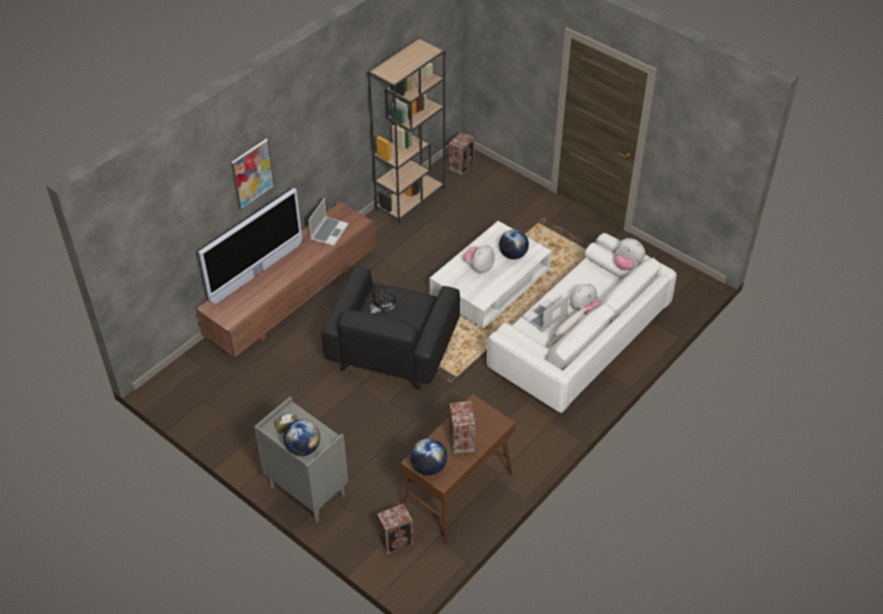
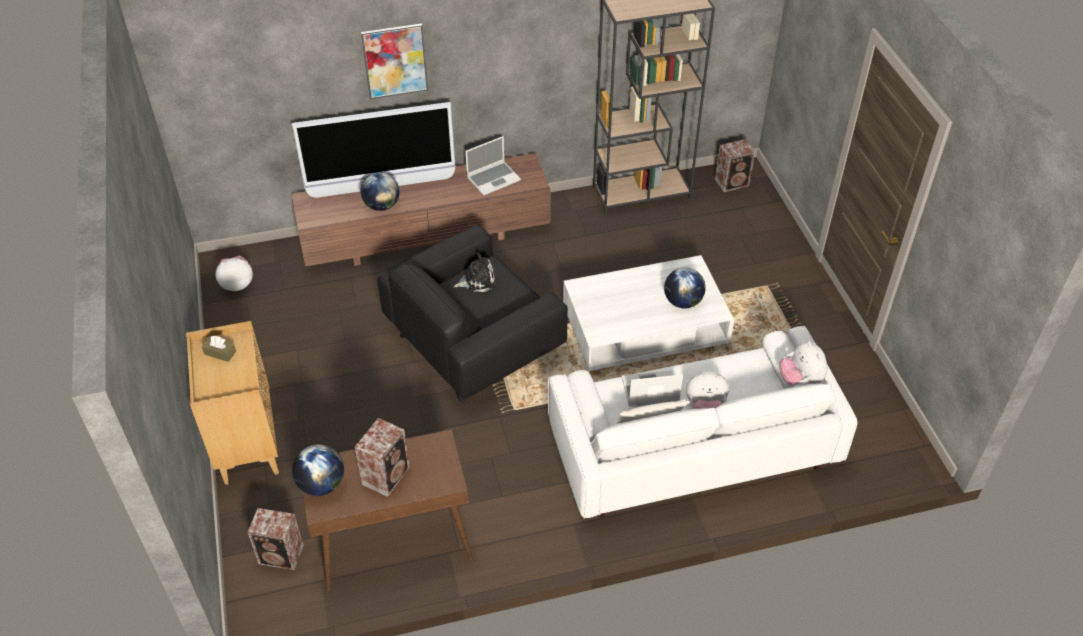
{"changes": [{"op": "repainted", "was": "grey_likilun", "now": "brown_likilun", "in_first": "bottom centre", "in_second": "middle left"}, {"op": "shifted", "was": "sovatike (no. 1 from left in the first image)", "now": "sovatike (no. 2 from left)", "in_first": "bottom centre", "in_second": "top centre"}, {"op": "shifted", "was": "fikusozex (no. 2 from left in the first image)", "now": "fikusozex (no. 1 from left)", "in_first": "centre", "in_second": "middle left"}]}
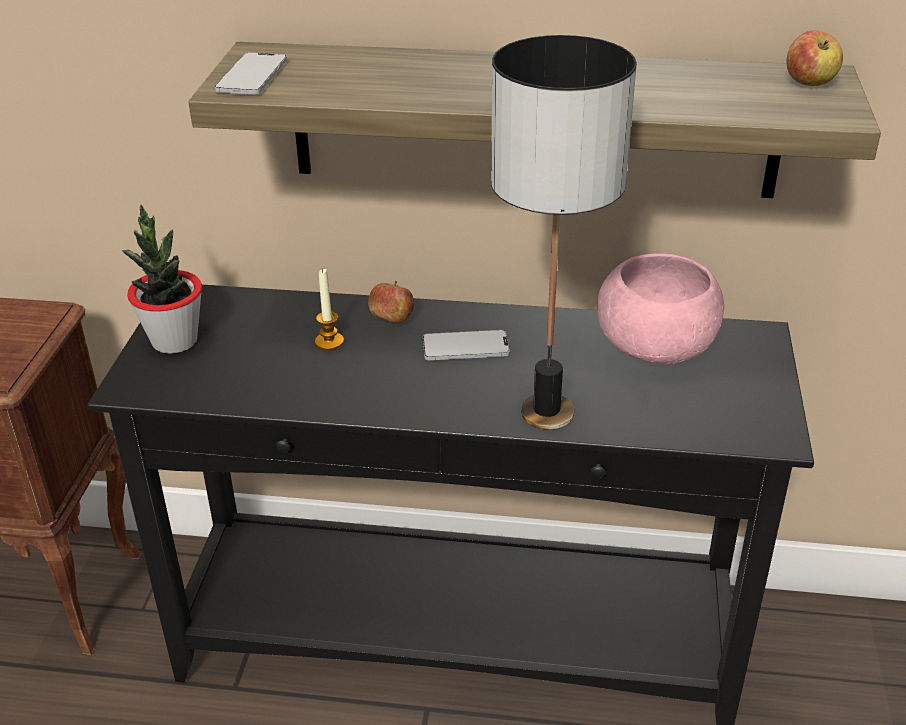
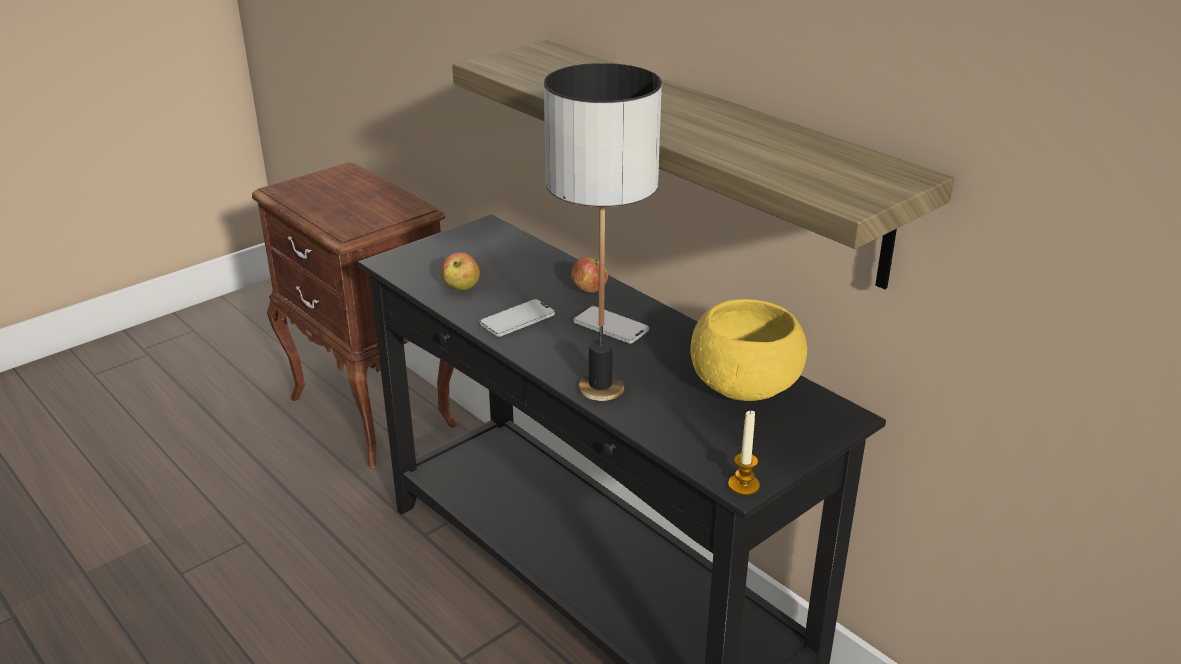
{"changes": [{"op": "gone", "was": "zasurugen", "in_first": "middle left"}, {"op": "shifted", "was": "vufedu (no. 1 from left)", "in_first": "top left", "in_second": "centre"}, {"op": "shifted", "was": "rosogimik", "in_first": "centre", "in_second": "bottom centre"}, {"op": "repainted", "was": "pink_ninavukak", "now": "yellow_ninavukak", "in_first": "middle right", "in_second": "centre"}, {"op": "shifted", "was": "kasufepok (no. 2 from left in the first image)", "now": "kasufepok (no. 1 from left)", "in_first": "top right", "in_second": "centre"}]}
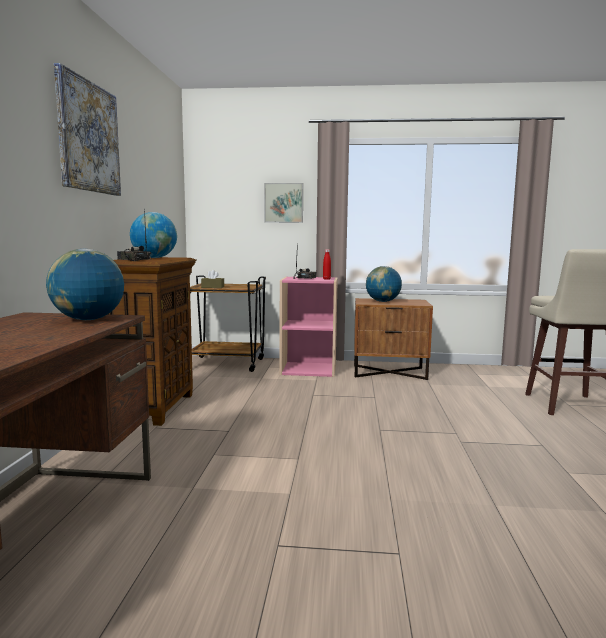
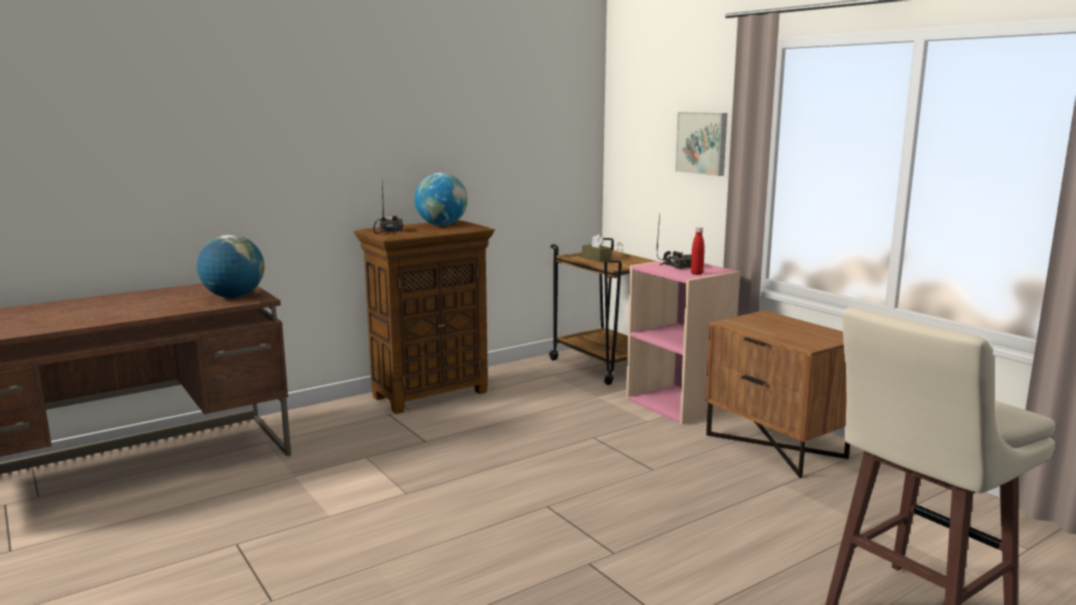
{"changes": [{"op": "gone", "was": "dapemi (no. 1 from left)", "in_first": "top left"}, {"op": "gone", "was": "sovatike (no. 3 from left)", "in_first": "centre"}]}
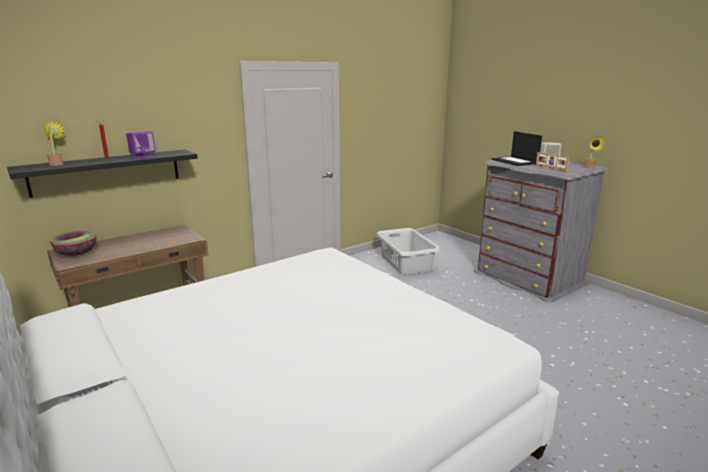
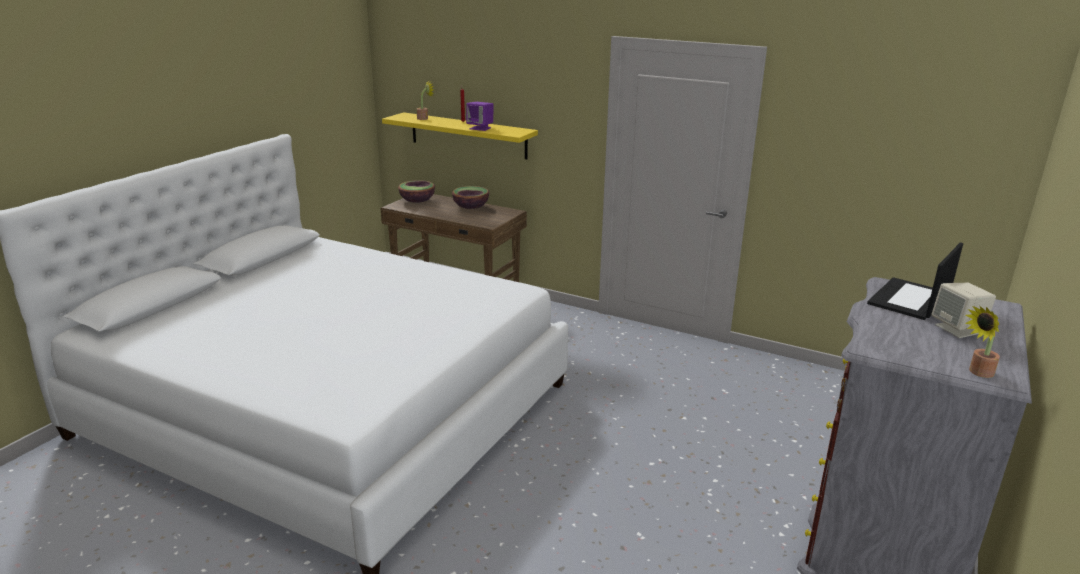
{"changes": [{"op": "repainted", "was": "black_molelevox", "now": "yellow_molelevox", "in_first": "middle left", "in_second": "top centre"}, {"op": "gone", "was": "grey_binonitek", "in_first": "centre"}, {"op": "gone", "was": "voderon", "in_first": "middle right"}, {"op": "new", "now": "ninavukak (no. 2 from left)", "in_second": "centre"}]}
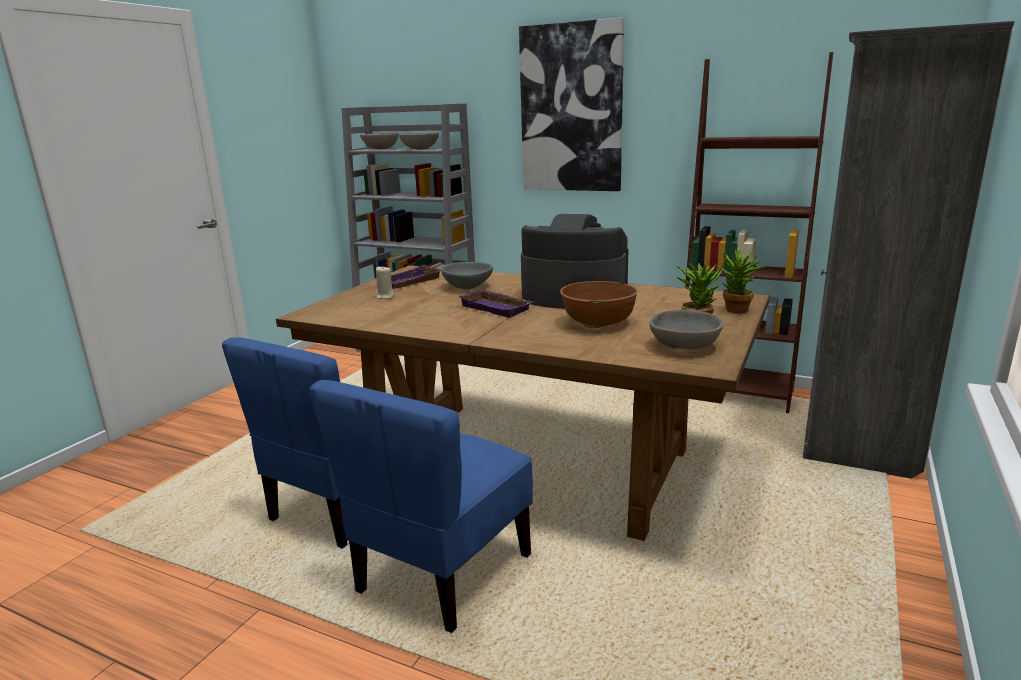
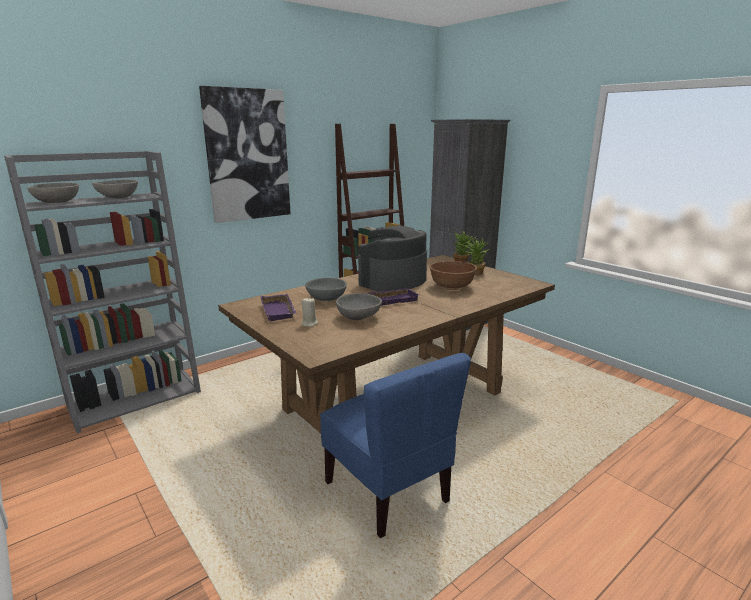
{"changes": [{"op": "gone", "was": "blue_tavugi (no. 2 from left)", "in_first": "bottom centre"}, {"op": "shifted", "was": "grey_ninavukak (no. 4 from left)", "in_first": "middle right", "in_second": "centre"}]}
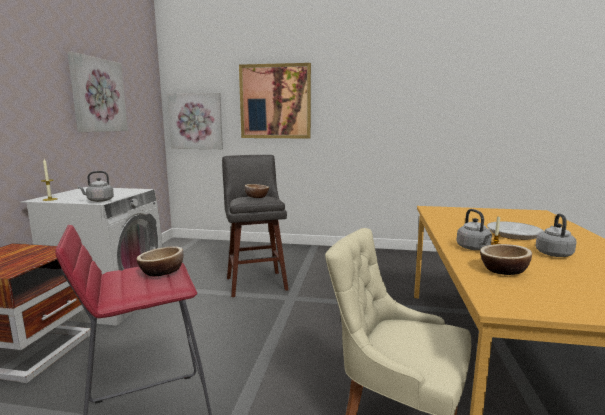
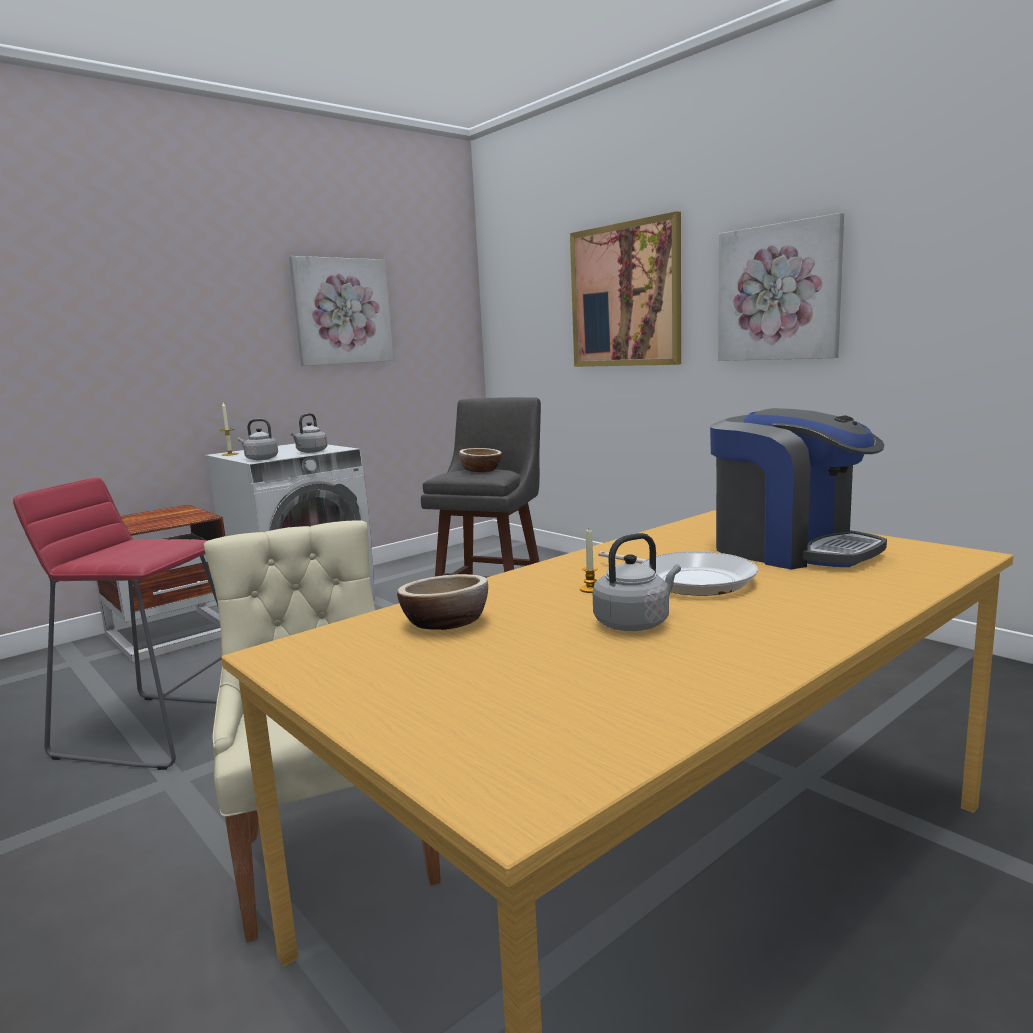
{"changes": [{"op": "gone", "was": "ninavukak (no. 1 from left)", "in_first": "middle left"}, {"op": "shifted", "was": "dapemi (no. 2 from left in the first image)", "now": "dapemi (no. 3 from left)", "in_first": "top left", "in_second": "top right"}, {"op": "shifted", "was": "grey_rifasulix (no. 2 from left)", "in_first": "middle right", "in_second": "middle left"}, {"op": "new", "now": "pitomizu", "in_second": "middle right"}]}
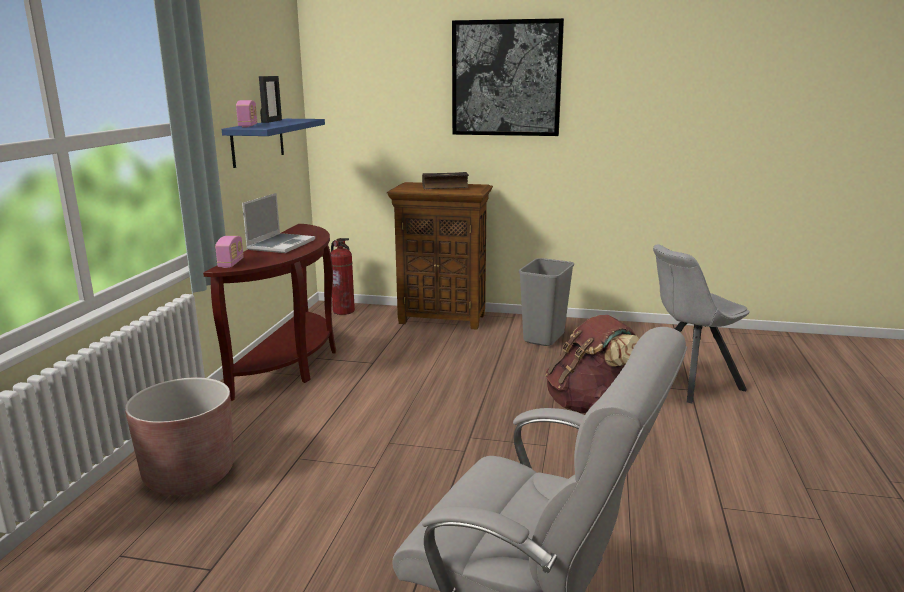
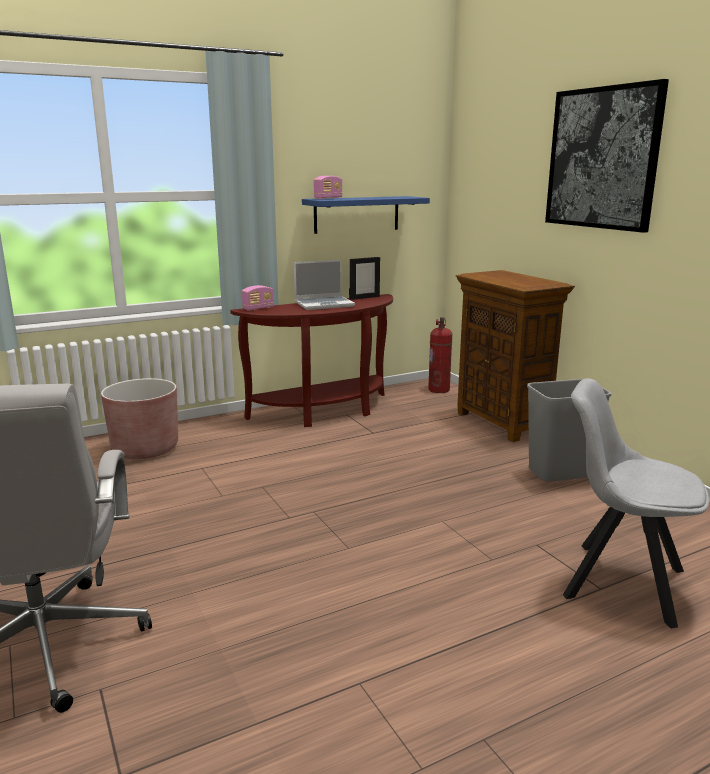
{"changes": [{"op": "shifted", "was": "voderon", "in_first": "top left", "in_second": "centre"}, {"op": "gone", "was": "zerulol", "in_first": "top centre"}, {"op": "gone", "was": "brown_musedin", "in_first": "centre"}]}
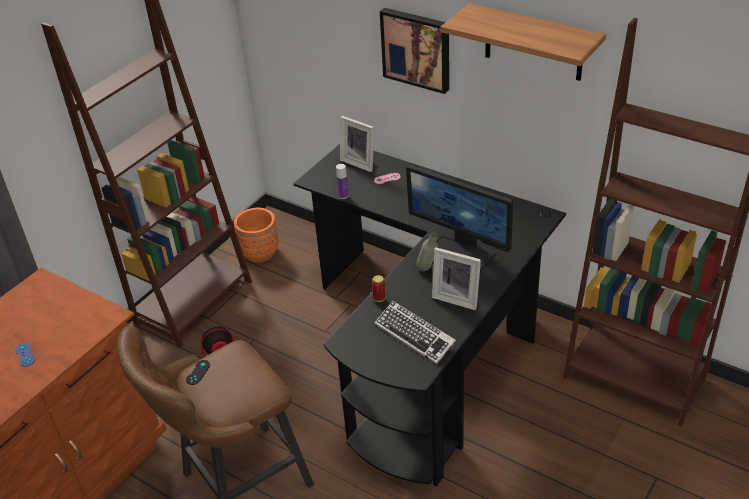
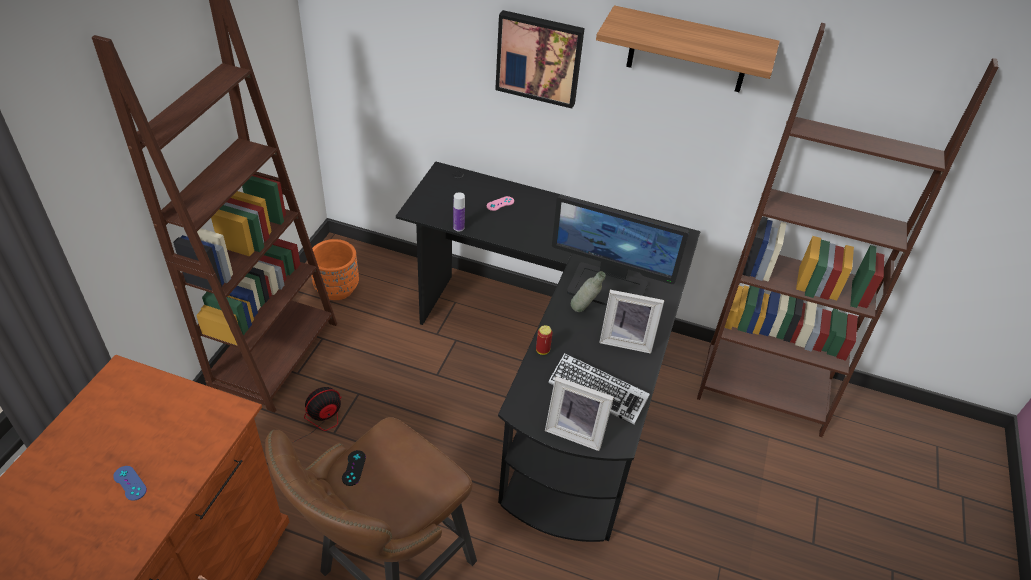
{"changes": [{"op": "shifted", "was": "voderon (no. 1 from left)", "in_first": "top centre", "in_second": "bottom centre"}]}
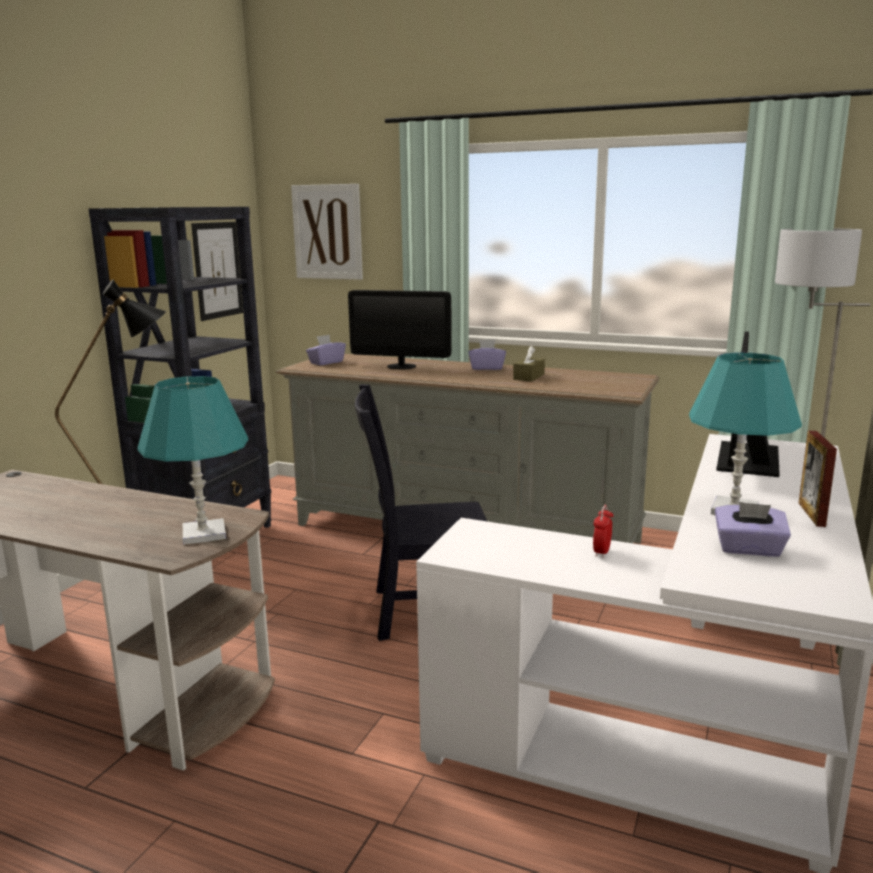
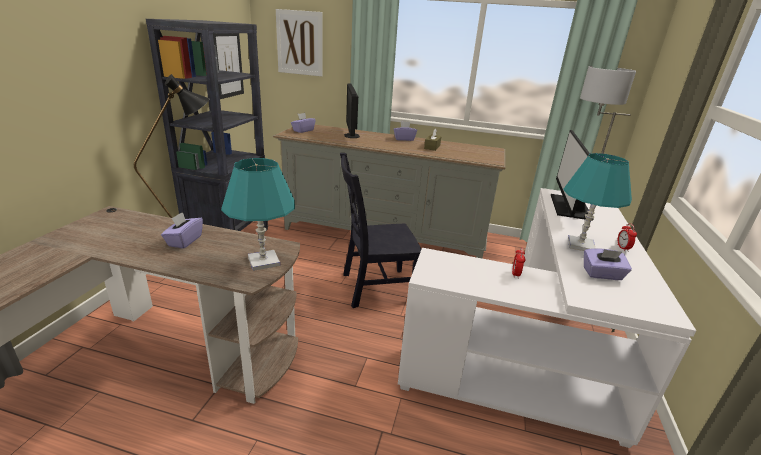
{"changes": [{"op": "rotated", "was": "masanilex (no. 1 from left)", "in_first": "centre", "in_second": "top centre", "clockwise": 75}, {"op": "swapped", "was": "voderon", "now": "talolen (no. 2 from left)", "in_first": "middle right", "in_second": "middle right"}, {"op": "new", "now": "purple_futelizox (no. 1 from left)", "in_second": "middle left"}]}
